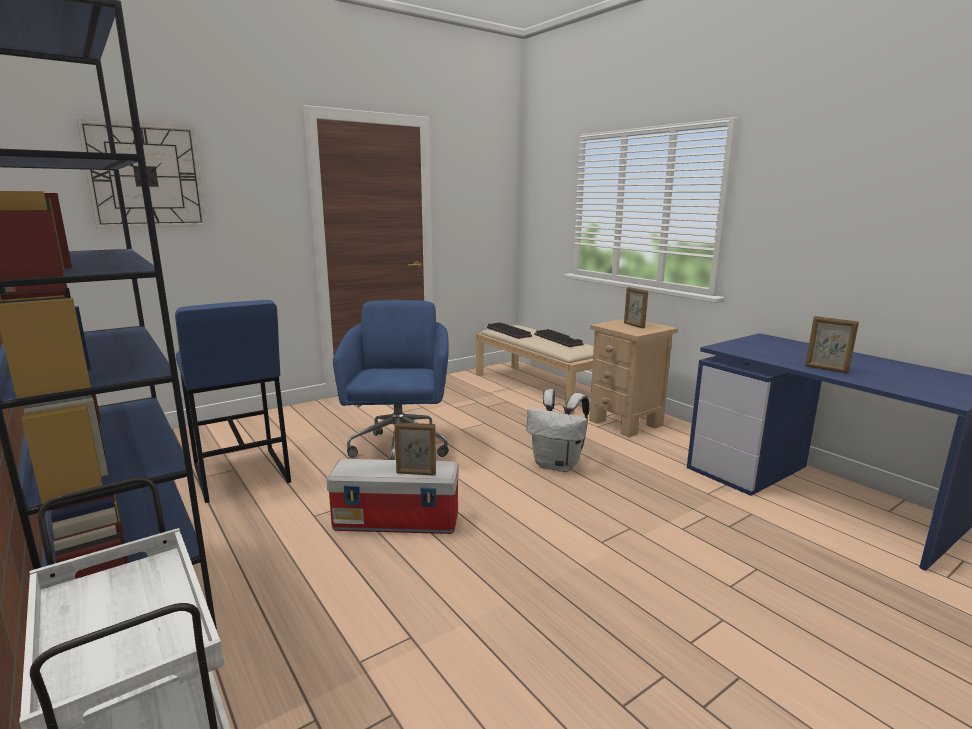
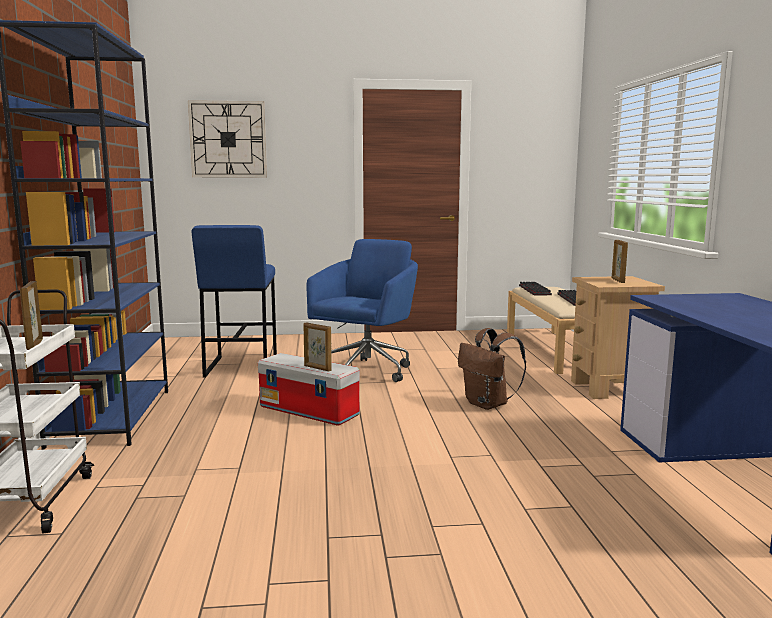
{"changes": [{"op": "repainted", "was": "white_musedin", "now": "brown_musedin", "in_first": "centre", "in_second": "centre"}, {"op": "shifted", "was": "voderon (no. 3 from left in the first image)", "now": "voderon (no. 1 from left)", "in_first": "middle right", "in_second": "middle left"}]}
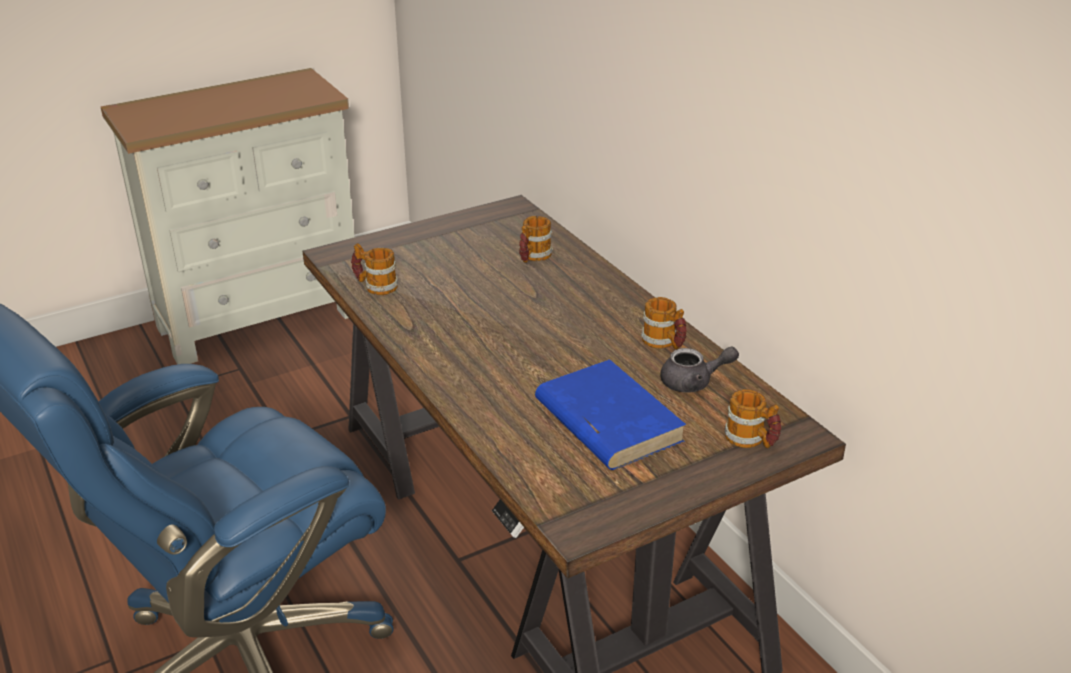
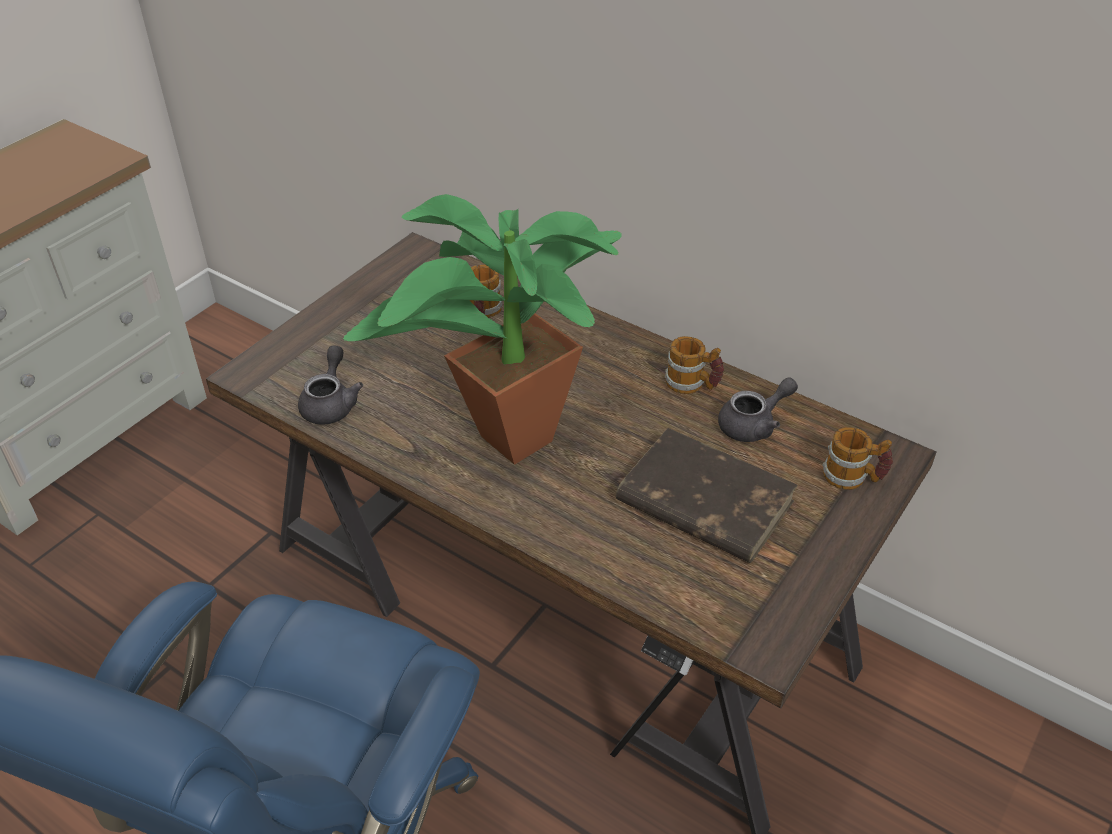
{"changes": [{"op": "swapped", "was": "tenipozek (no. 1 from left)", "now": "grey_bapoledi (no. 1 from left)", "in_first": "centre", "in_second": "middle left"}, {"op": "repainted", "was": "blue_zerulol", "now": "brown_zerulol", "in_first": "centre", "in_second": "centre"}, {"op": "new", "now": "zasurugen", "in_second": "centre"}]}
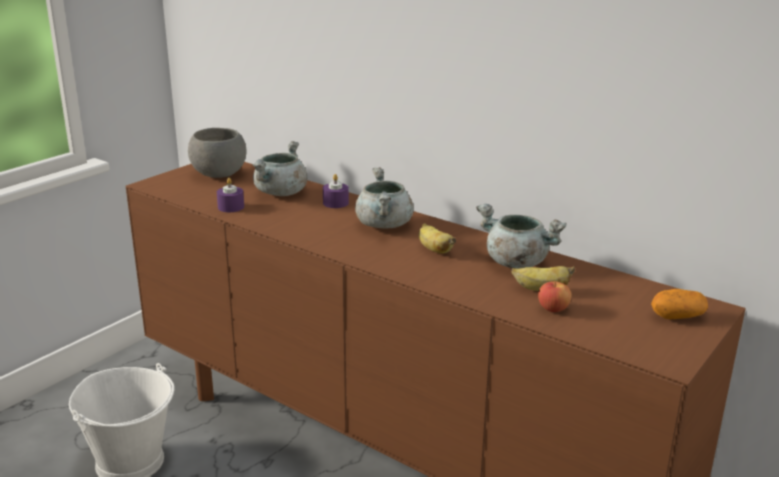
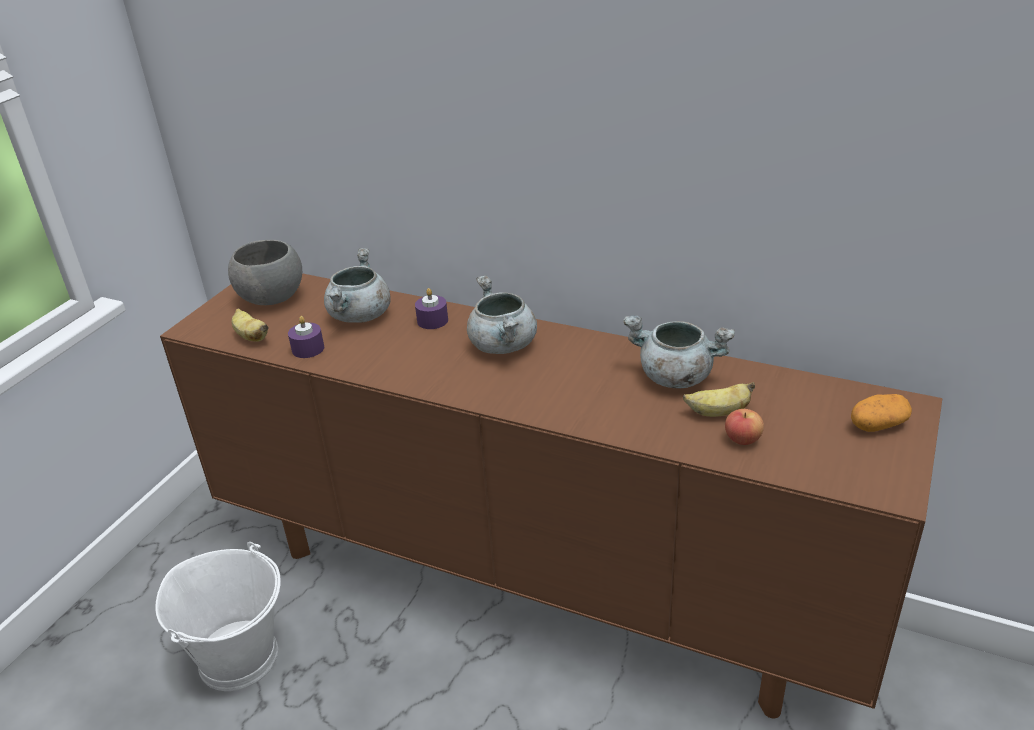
{"changes": [{"op": "shifted", "was": "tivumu (no. 1 from left)", "in_first": "centre", "in_second": "middle left"}]}
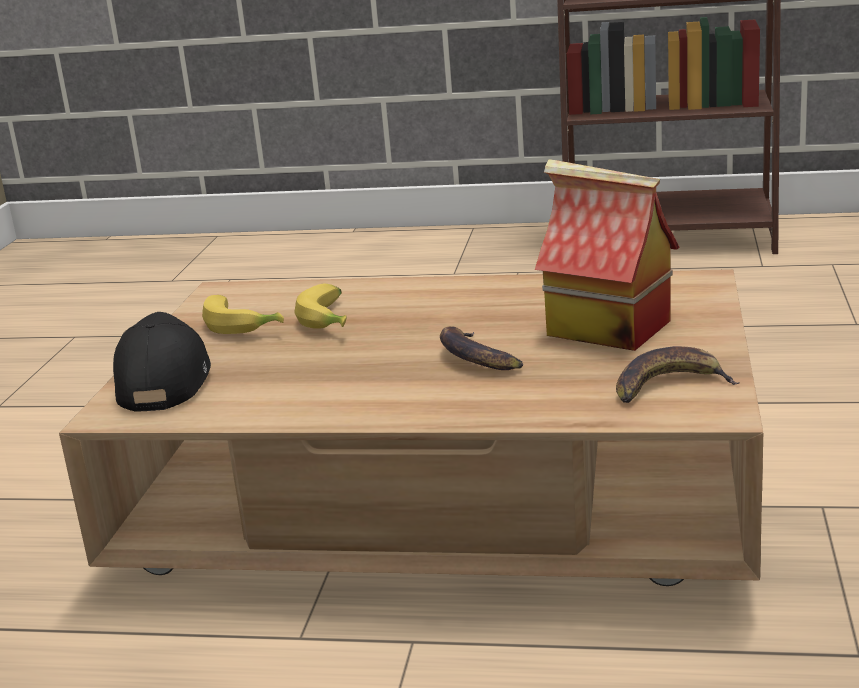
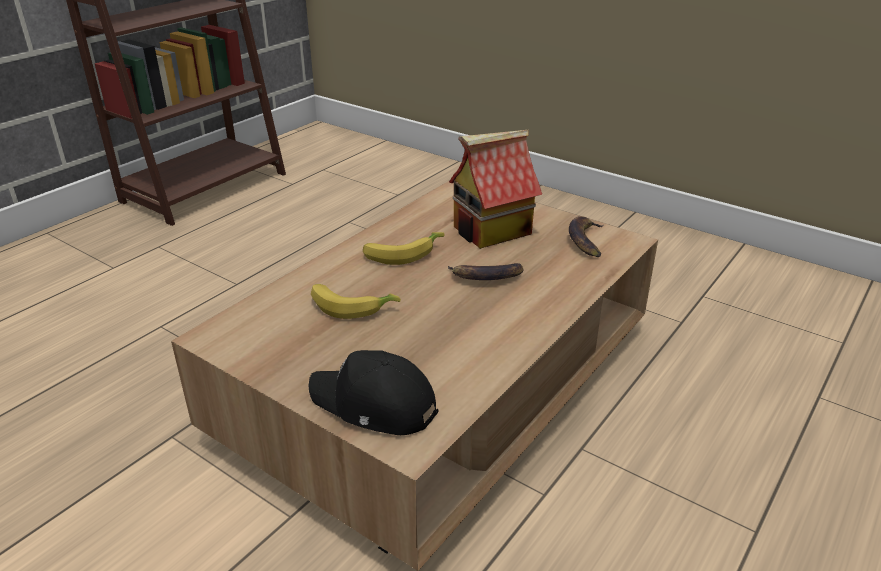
{"changes": [{"op": "shifted", "was": "tivumu (no. 1 from left in the first image)", "now": "tivumu (no. 2 from left)", "in_first": "middle left", "in_second": "centre"}]}
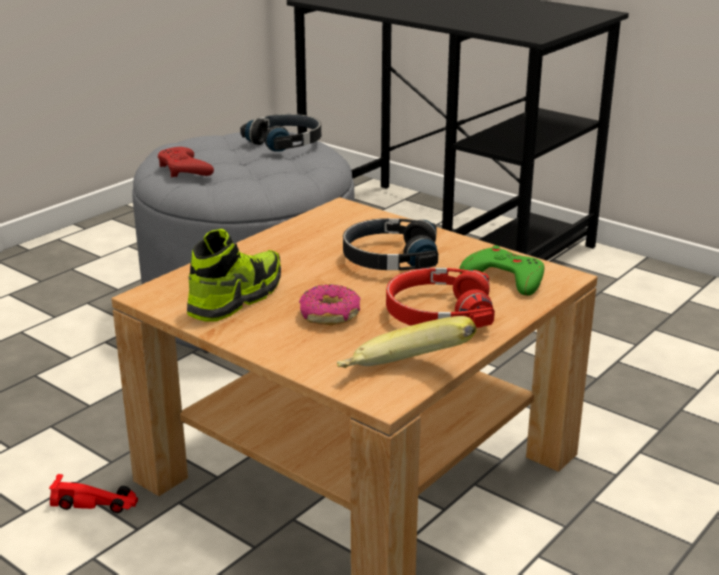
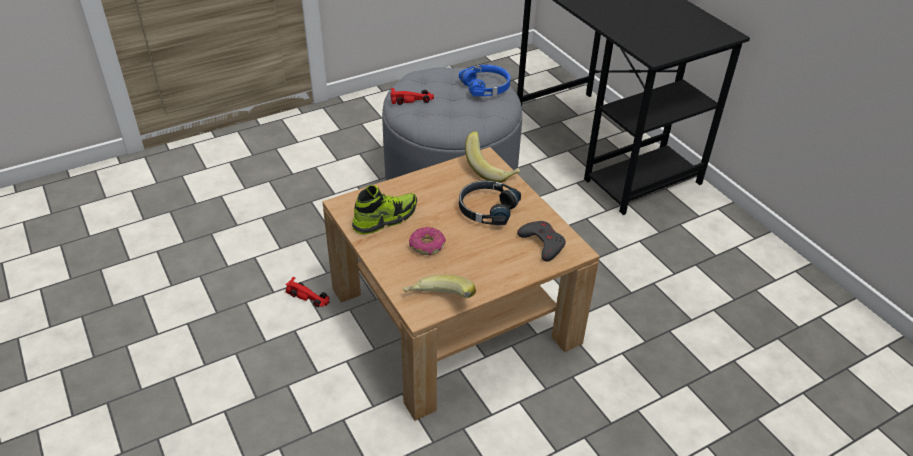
{"changes": [{"op": "swapped", "was": "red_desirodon", "now": "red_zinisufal (no. 2 from left)", "in_first": "top left", "in_second": "top centre"}, {"op": "repainted", "was": "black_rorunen (no. 1 from left)", "now": "blue_rorunen", "in_first": "top centre", "in_second": "top centre"}, {"op": "gone", "was": "red_rorunen", "in_first": "centre"}, {"op": "repainted", "was": "green_desirodon", "now": "grey_desirodon", "in_first": "middle right", "in_second": "centre"}, {"op": "new", "now": "tivumu (no. 2 from left)", "in_second": "centre"}]}
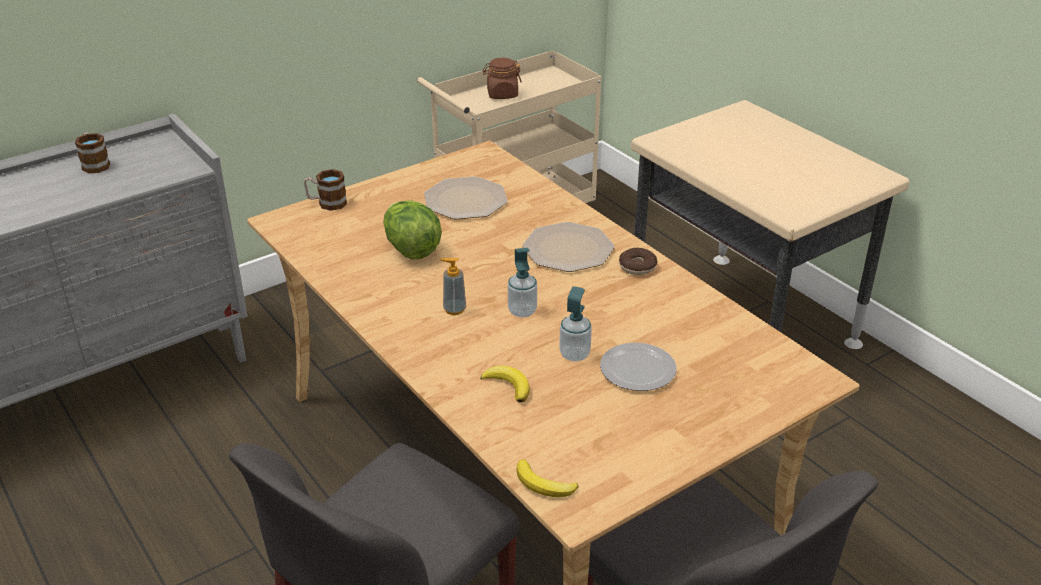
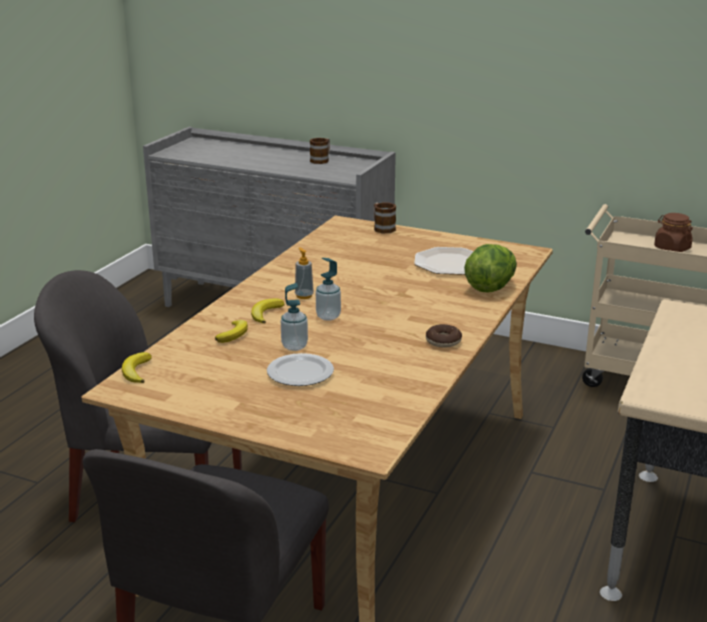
{"changes": [{"op": "shifted", "was": "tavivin", "in_first": "centre", "in_second": "middle right"}, {"op": "gone", "was": "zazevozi (no. 2 from left)", "in_first": "centre"}, {"op": "new", "now": "tivumu (no. 3 from left)", "in_second": "centre"}]}
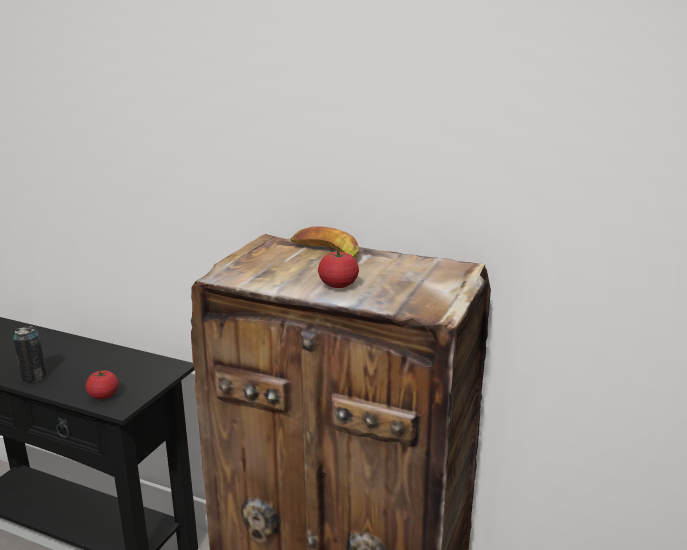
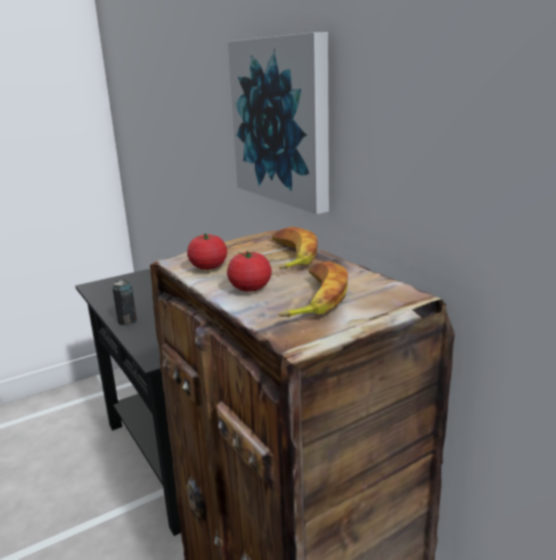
{"changes": [{"op": "shifted", "was": "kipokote (no. 1 from left)", "in_first": "bottom left", "in_second": "centre"}, {"op": "new", "now": "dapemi", "in_second": "top centre"}, {"op": "new", "now": "tivumu (no. 2 from left)", "in_second": "centre"}]}
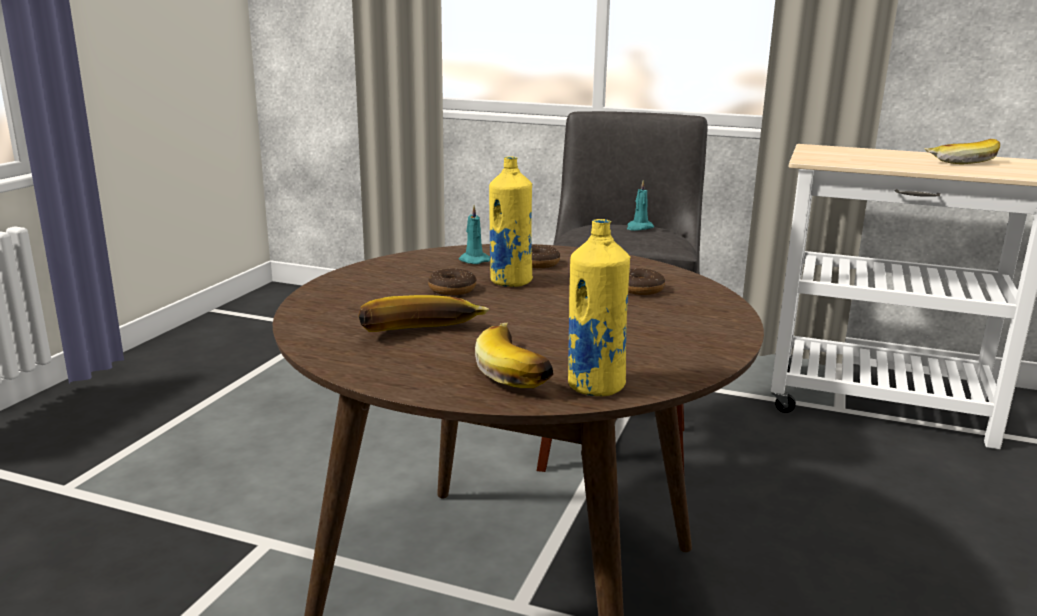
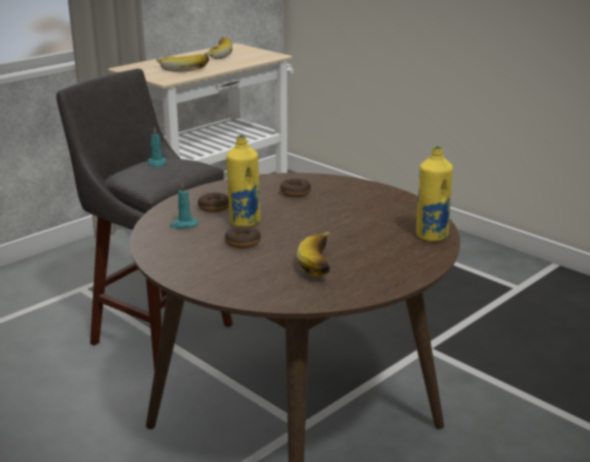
{"changes": [{"op": "shifted", "was": "tivumu (no. 2 from left in the first image)", "now": "tivumu (no. 1 from left)", "in_first": "centre", "in_second": "top left"}]}
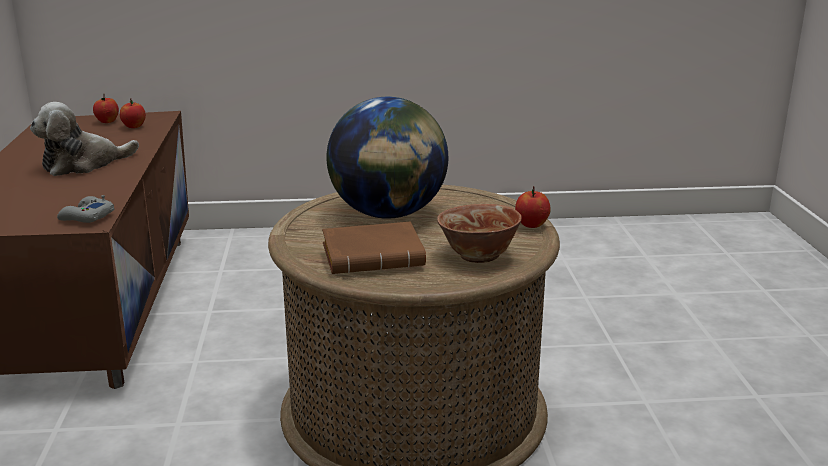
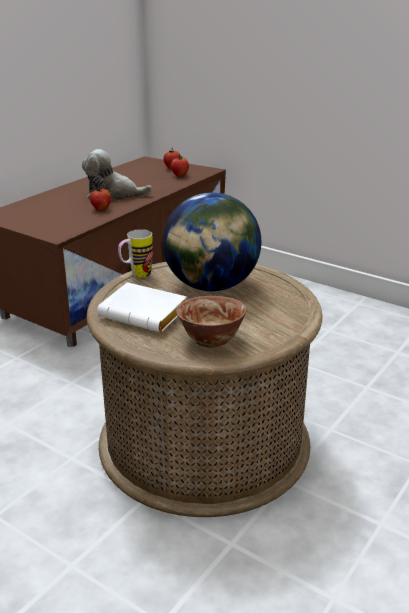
{"changes": [{"op": "gone", "was": "grey_desirodon", "in_first": "middle left"}, {"op": "repainted", "was": "brown_zerulol", "now": "white_zerulol", "in_first": "centre", "in_second": "centre"}, {"op": "shifted", "was": "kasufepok (no. 3 from left in the first image)", "now": "kasufepok (no. 1 from left)", "in_first": "centre", "in_second": "top left"}, {"op": "new", "now": "tenipozek", "in_second": "middle left"}]}
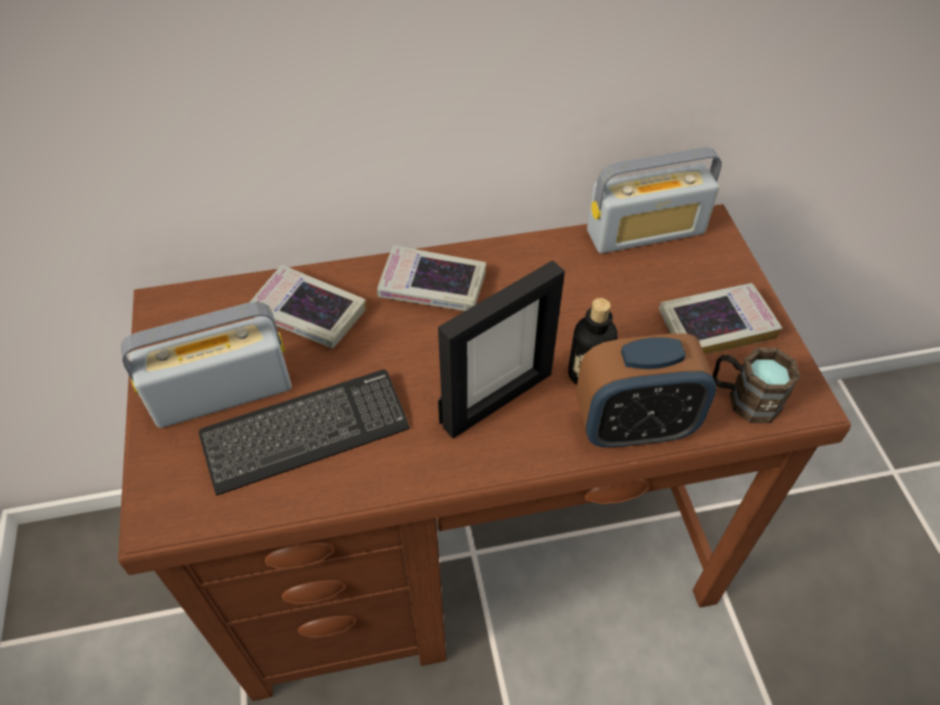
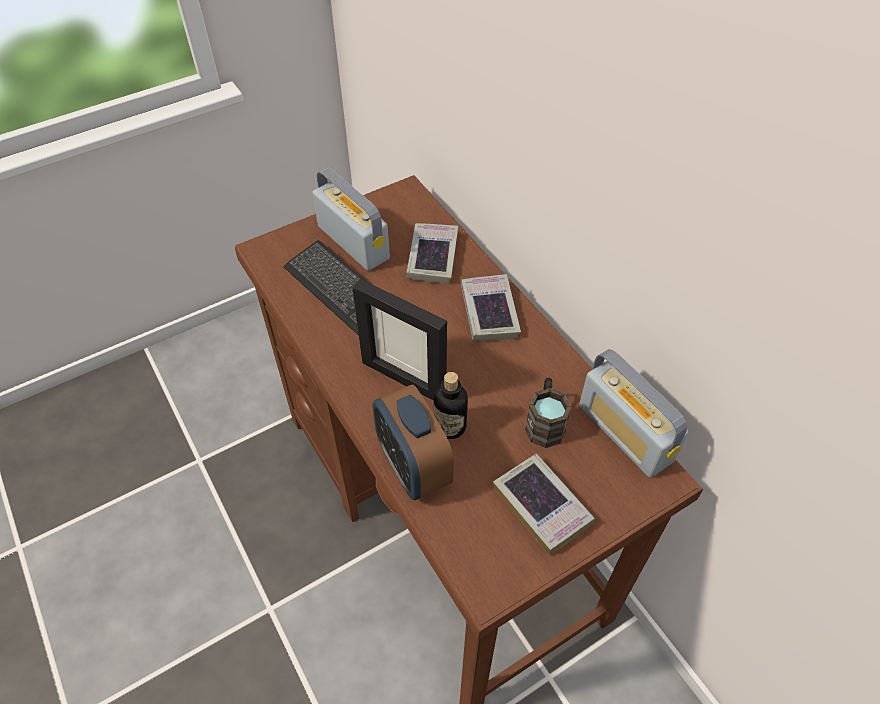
{"changes": [{"op": "shifted", "was": "brown_tenipozek", "in_first": "middle right", "in_second": "centre"}]}
